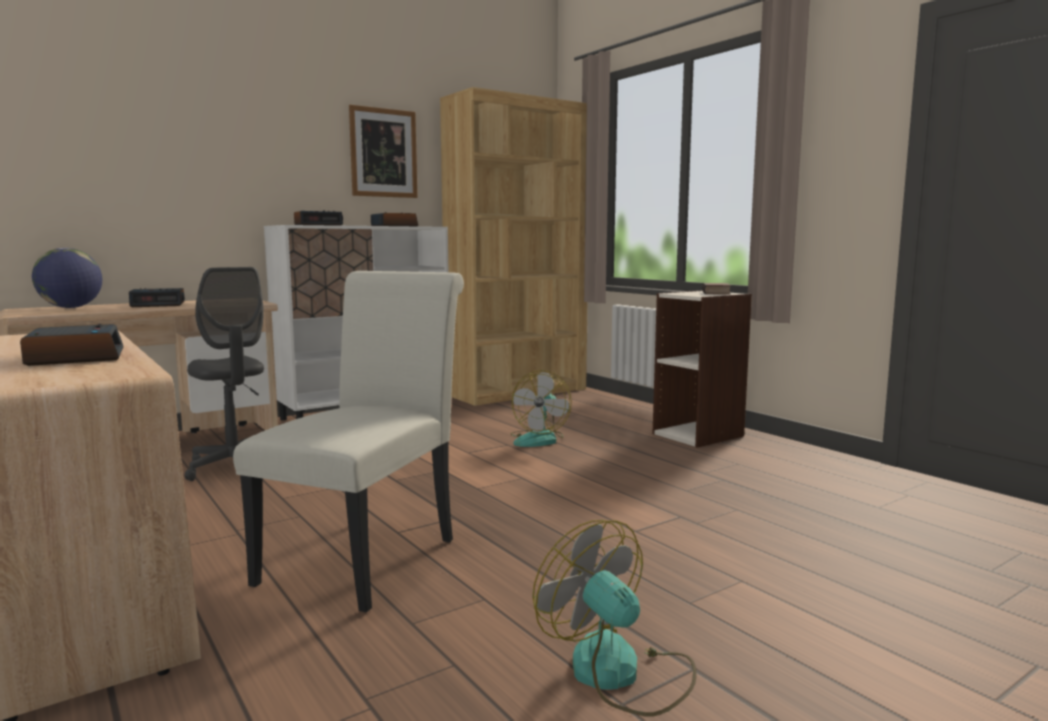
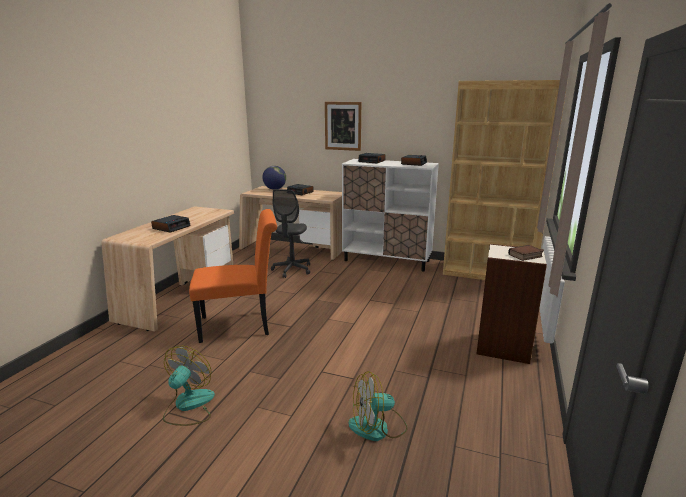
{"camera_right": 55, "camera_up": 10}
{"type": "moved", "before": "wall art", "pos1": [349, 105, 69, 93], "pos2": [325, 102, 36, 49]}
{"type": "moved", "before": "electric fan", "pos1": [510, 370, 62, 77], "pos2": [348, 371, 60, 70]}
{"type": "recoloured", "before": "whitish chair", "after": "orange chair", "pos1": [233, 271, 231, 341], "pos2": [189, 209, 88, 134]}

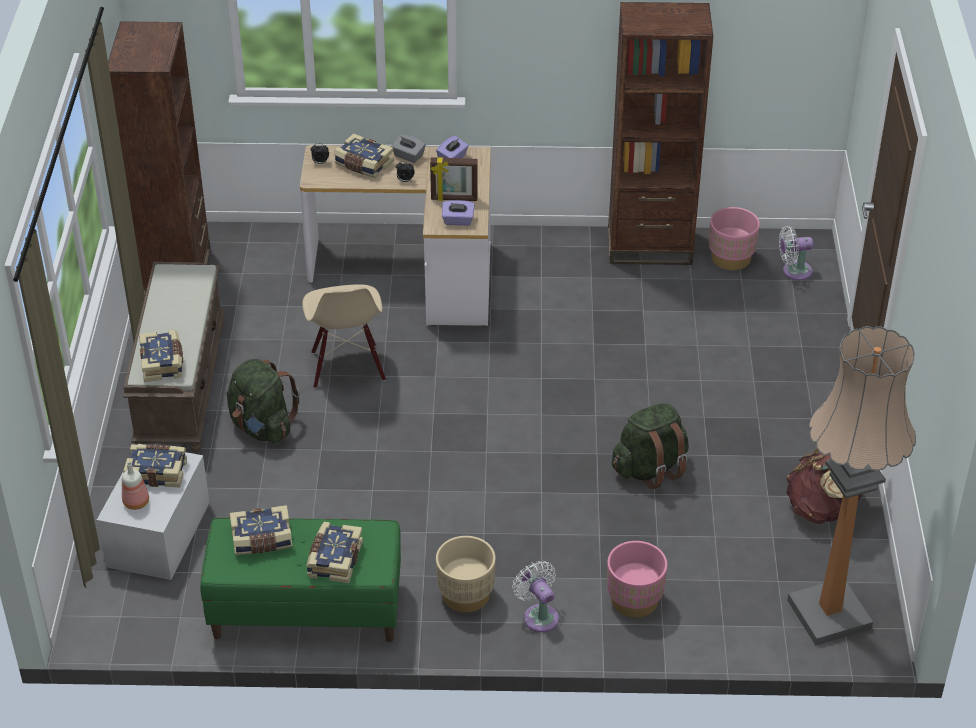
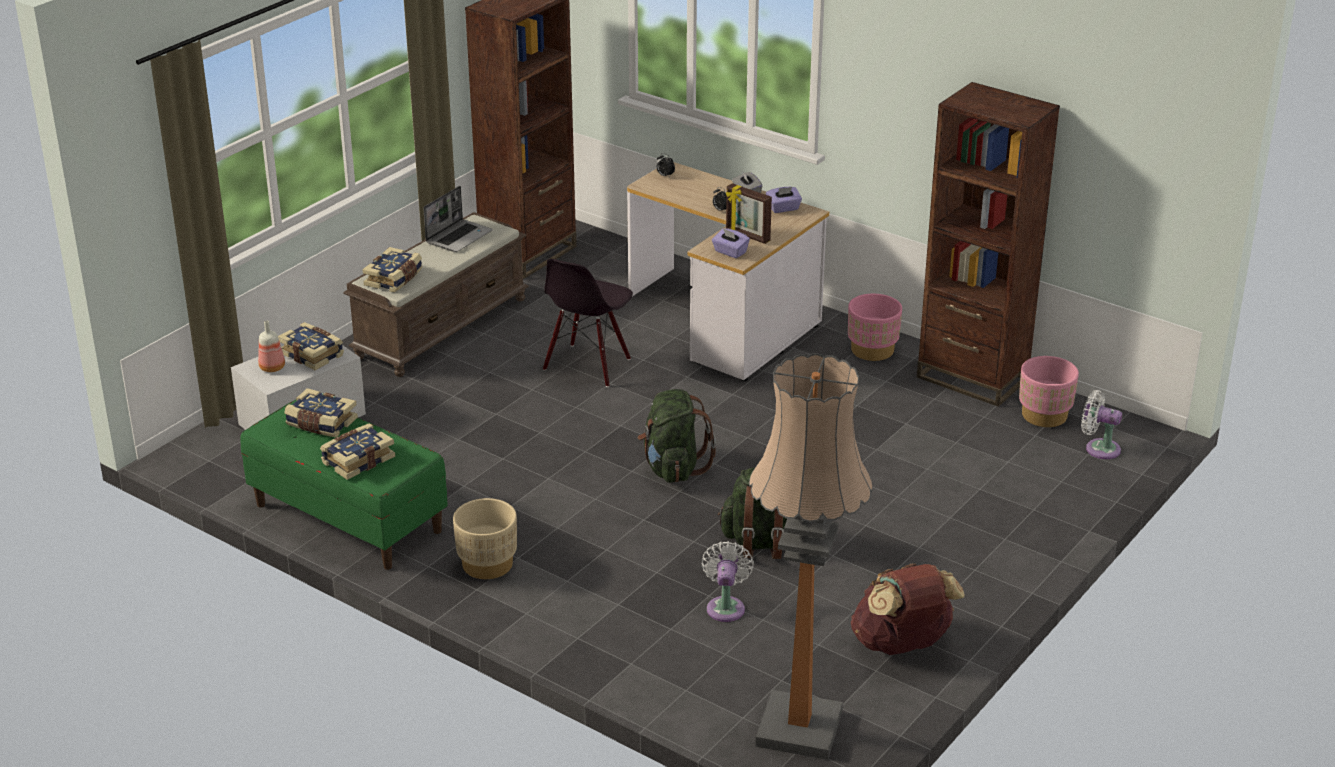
{"camera_right": 35, "camera_up": -10}
{"type": "removed", "before": "bound book", "pos1": [334, 133, 60, 45]}
{"type": "added", "after": "notebook computer", "pos2": [423, 186, 70, 66]}
{"type": "moved", "before": "green-coloured knapsack", "pos1": [227, 359, 73, 84], "pos2": [638, 389, 78, 94]}
{"type": "moved", "before": "whitish electric fan", "pos1": [512, 561, 47, 71], "pos2": [702, 541, 52, 81]}
{"type": "moved", "before": "pinkish planter", "pos1": [607, 541, 60, 77], "pos2": [848, 294, 54, 67]}
{"type": "recoloured", "before": "sand-coloured chair", "after": "black-coloured chair", "pos1": [302, 284, 84, 104], "pos2": [543, 259, 90, 128]}

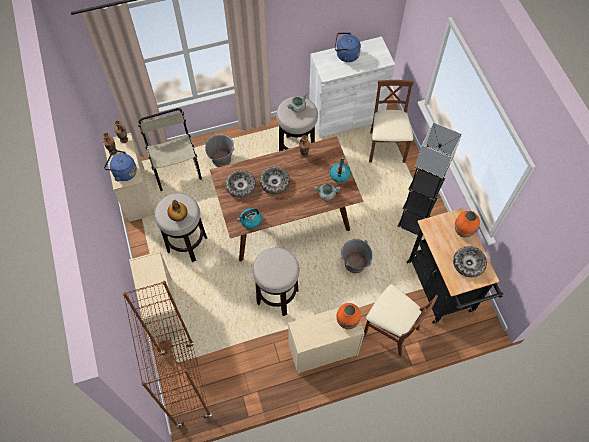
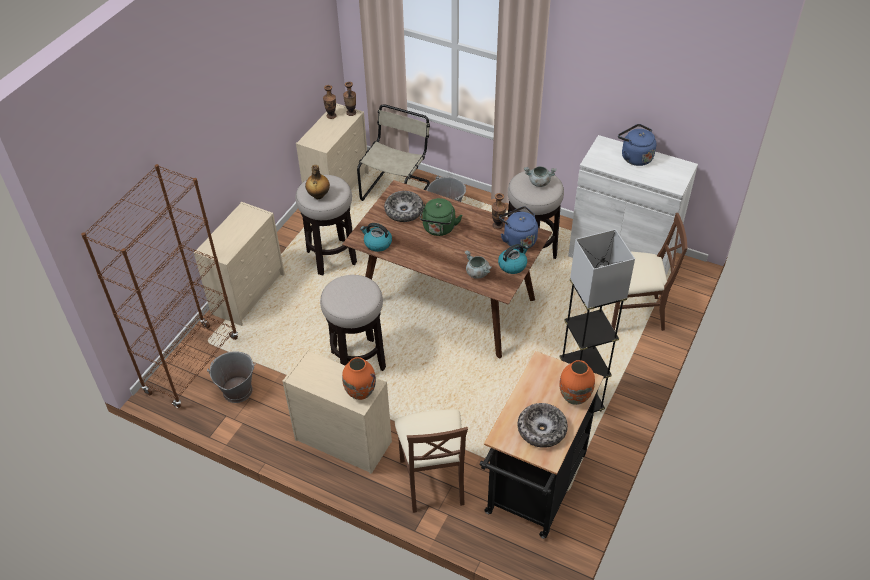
{"camera_right": 45, "camera_up": -15}
{"type": "moved", "before": "blue tea kettle", "pos1": [104, 150, 33, 31], "pos2": [499, 206, 39, 44]}
{"type": "moved", "before": "greyish bucket", "pos1": [341, 239, 31, 34], "pos2": [207, 351, 49, 52]}
{"type": "replaced", "before": "deep dish", "after": "green-coloured tea kettle", "pos1": [259, 167, 31, 27], "pos2": [420, 198, 42, 38]}
{"type": "turned", "before": "brown-coloured chair", "pos1": [369, 80, 44, 83], "pos2": [611, 213, 77, 118], "turn": 45}

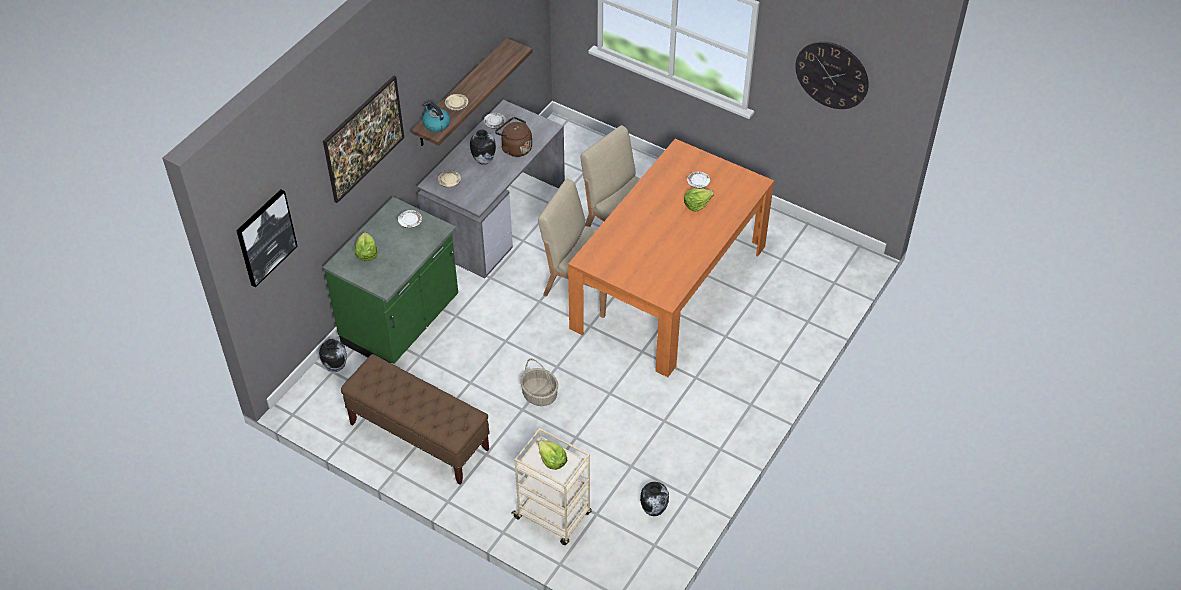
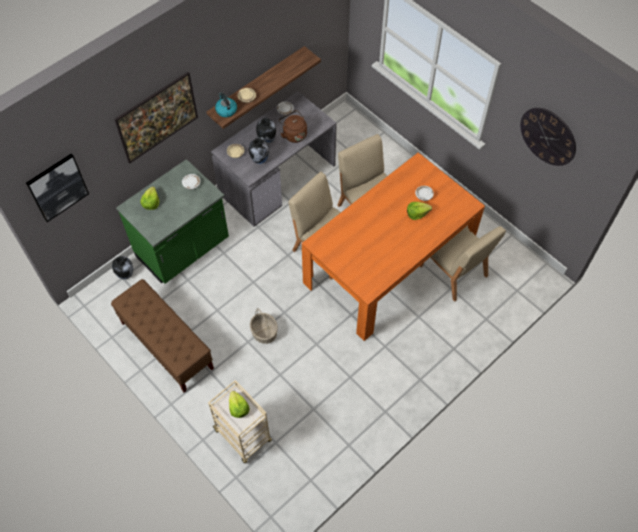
{"camera_right": 15, "camera_up": 10}
{"type": "added", "after": "sand-coloured chair", "pos2": [419, 226, 87, 76]}
{"type": "moved", "before": "decorative vase", "pos1": [640, 482, 29, 34], "pos2": [249, 138, 20, 26]}

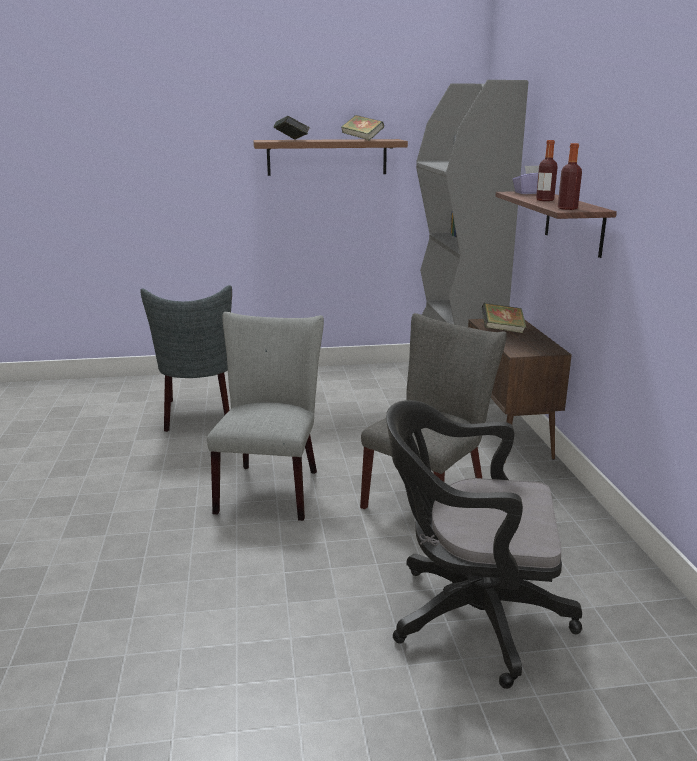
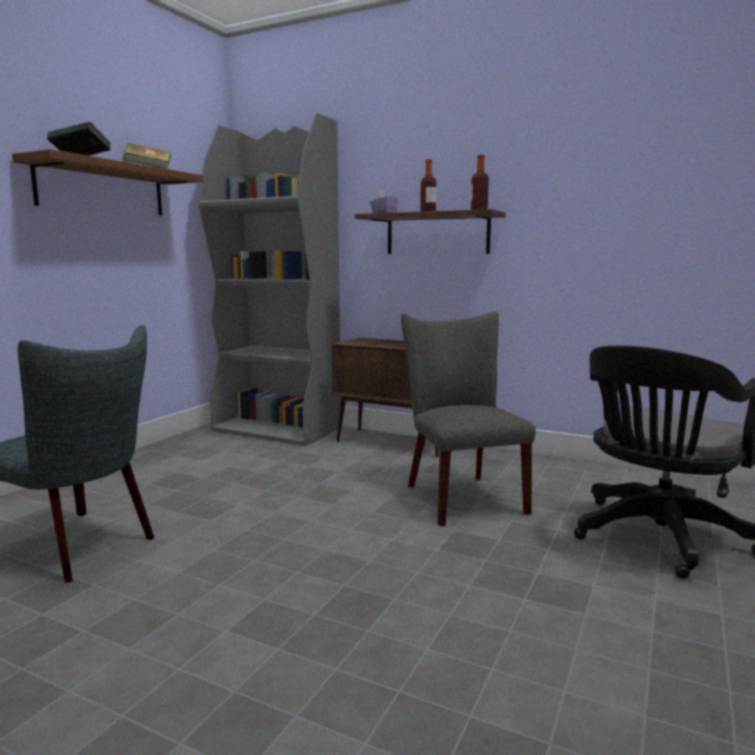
{"camera_right": -55, "camera_up": -10}
{"type": "removed", "before": "greyish chair", "pos1": [207, 312, 117, 209]}
{"type": "removed", "before": "bound book", "pos1": [482, 303, 44, 30]}

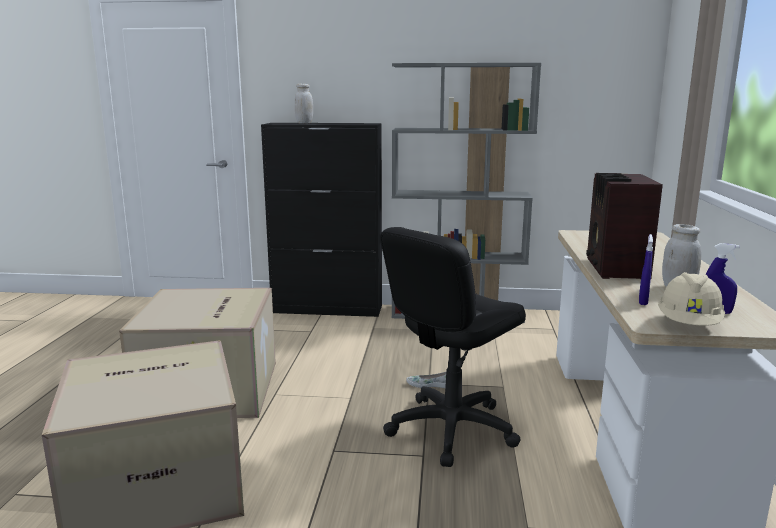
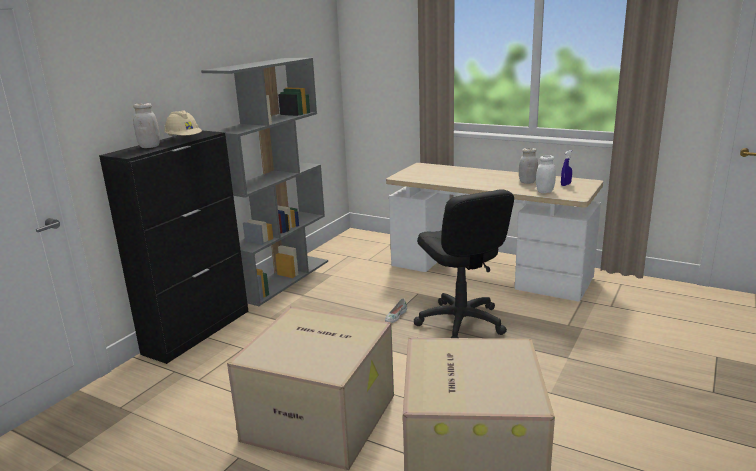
{"camera_right": -65, "camera_up": 5}
{"type": "removed", "before": "radio receiver", "pos1": [586, 173, 77, 106]}
{"type": "moved", "before": "sand-coloured work helmet", "pos1": [658, 272, 67, 54], "pos2": [164, 110, 38, 28]}
{"type": "replaced", "before": "blue spray bottle", "after": "whitish jar", "pos1": [639, 234, 14, 71], "pos2": [536, 155, 20, 38]}

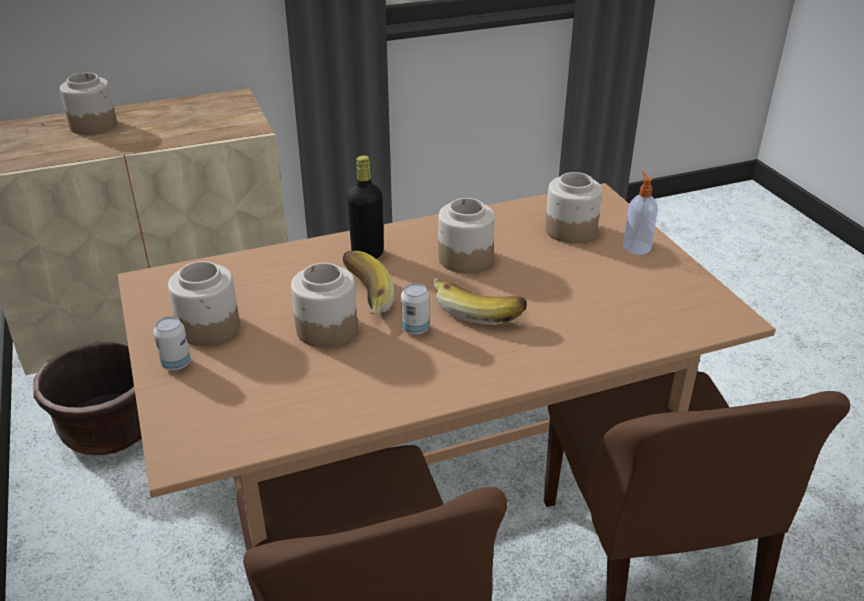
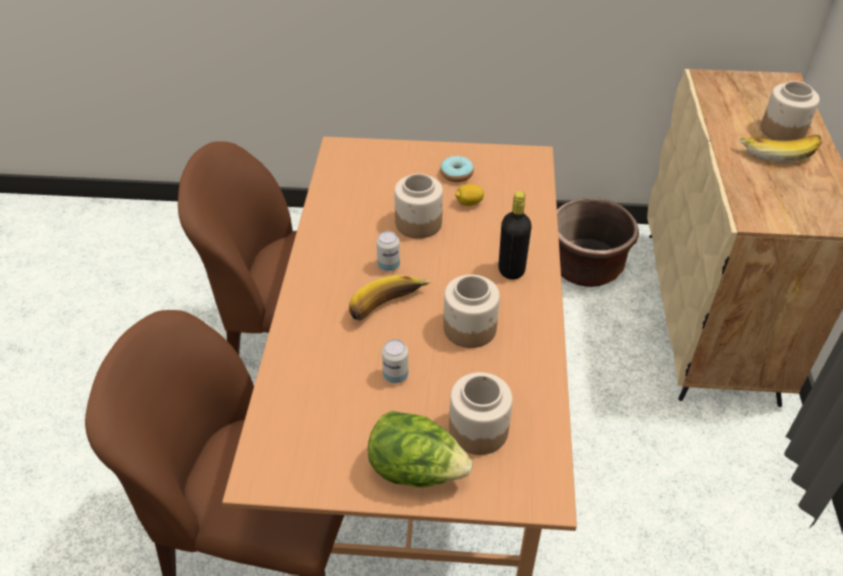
{"camera_right": 115, "camera_up": 10}
{"type": "added", "after": "citrus fruit", "pos2": [455, 184, 29, 22]}
{"type": "moved", "before": "sealed can", "pos1": [153, 316, 38, 55], "pos2": [382, 339, 26, 45]}
{"type": "moved", "before": "banana fruit", "pos1": [343, 251, 51, 63], "pos2": [738, 135, 83, 27]}
{"type": "replaced", "before": "jar", "after": "ring doughnut", "pos1": [168, 261, 72, 85], "pos2": [440, 155, 34, 27]}
{"type": "replaced", "before": "soap bottle", "after": "lettuce", "pos1": [623, 171, 35, 84], "pos2": [368, 411, 104, 76]}

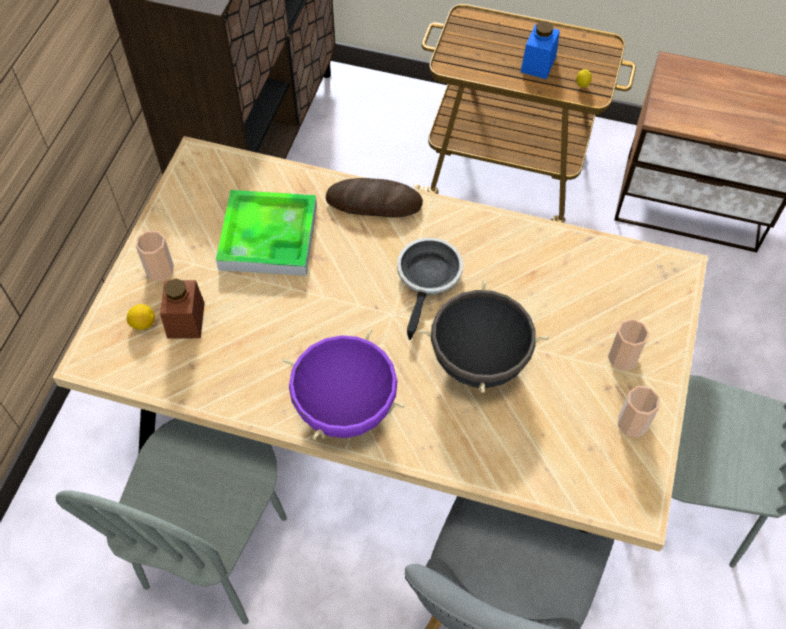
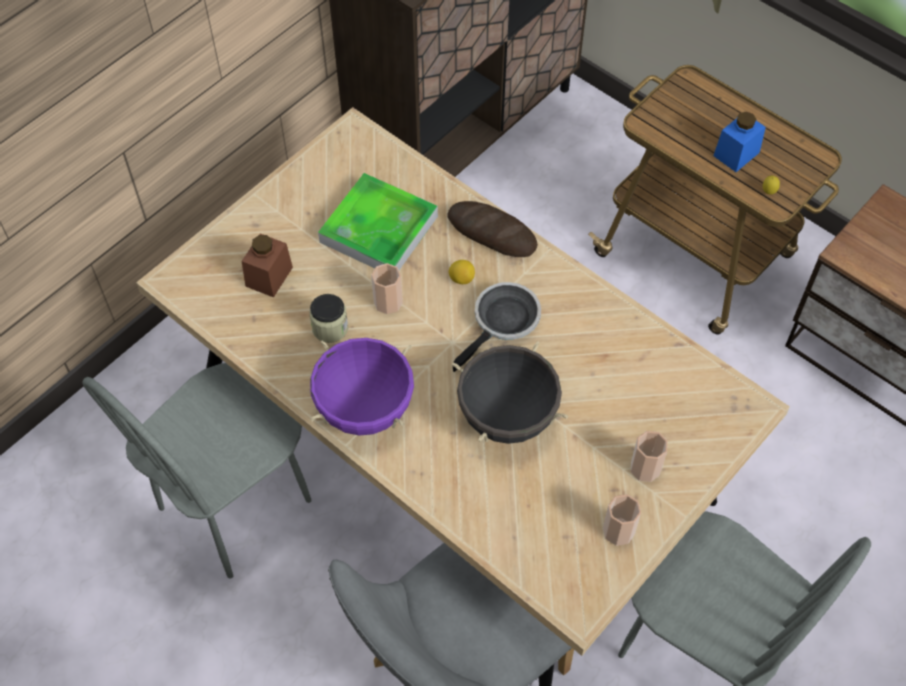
{"camera_right": 25, "camera_up": 0}
{"type": "added", "after": "jar", "pos2": [310, 294, 38, 49]}
{"type": "moved", "before": "citrus fruit", "pos1": [127, 304, 28, 26], "pos2": [448, 260, 27, 24]}
{"type": "moved", "before": "drinking cup", "pos1": [136, 231, 38, 50], "pos2": [371, 263, 32, 51]}

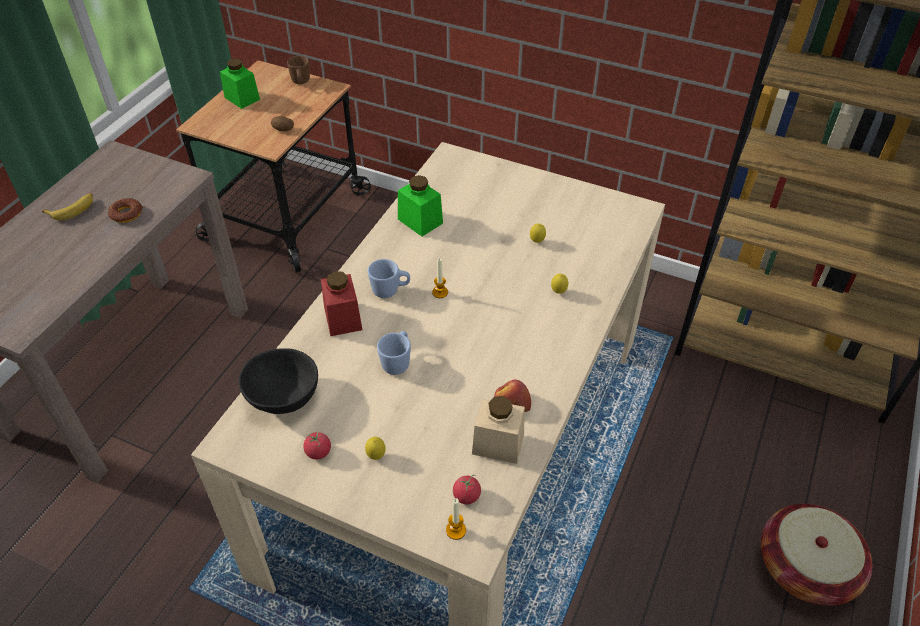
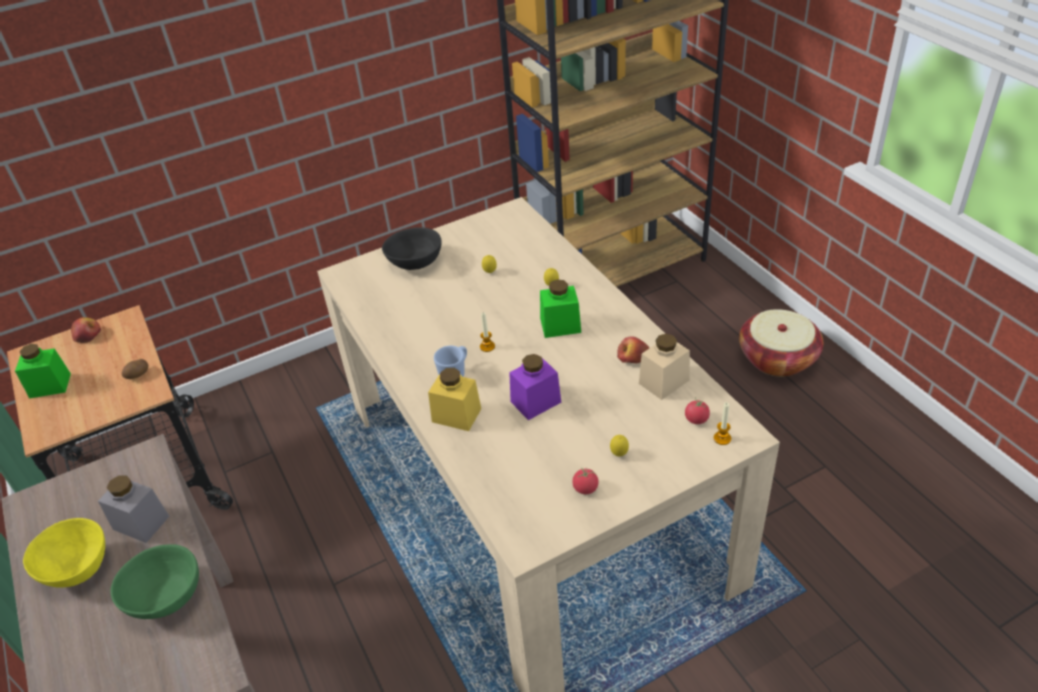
{"camera_right": -50, "camera_up": -5}
{"type": "added", "after": "green-coloured deep dish", "pos2": [110, 544, 89, 75]}
{"type": "moved", "before": "black-coloured deep dish", "pos1": [239, 348, 79, 66], "pos2": [382, 227, 60, 43]}
{"type": "moved", "before": "green-coloured jar", "pos1": [398, 175, 45, 62], "pos2": [540, 279, 41, 59]}
{"type": "replaced", "before": "banana fruit", "after": "yellow deep dish", "pos1": [42, 193, 51, 27], "pos2": [23, 518, 82, 70]}
{"type": "replaced", "before": "ring doughnut", "after": "greyish jar", "pos1": [108, 198, 35, 25], "pos2": [98, 475, 71, 68]}
{"type": "replaced", "before": "brown-coloured coffee mug", "after": "apple fruit", "pos1": [287, 56, 23, 28], "pos2": [71, 317, 30, 26]}
{"type": "replaced", "before": "blue coffee mug", "after": "purple-coloured jar", "pos1": [377, 331, 34, 44], "pos2": [509, 354, 52, 66]}
{"type": "recoloured", "before": "red-coloured jar", "after": "yellow jar", "pos1": [321, 271, 41, 65], "pos2": [428, 368, 53, 63]}

